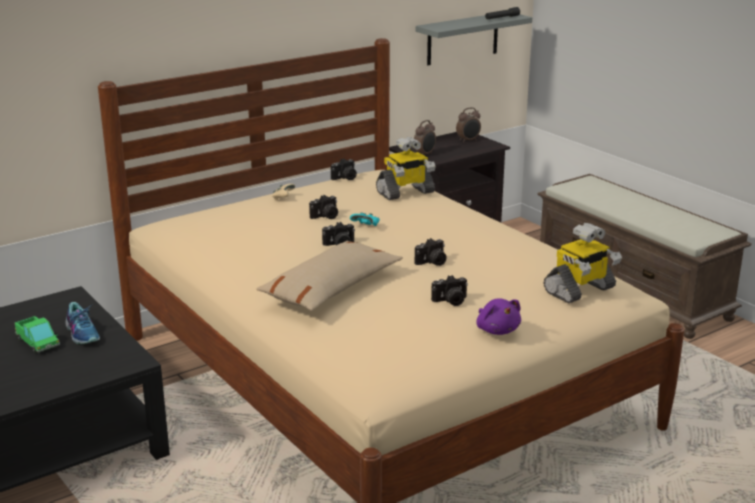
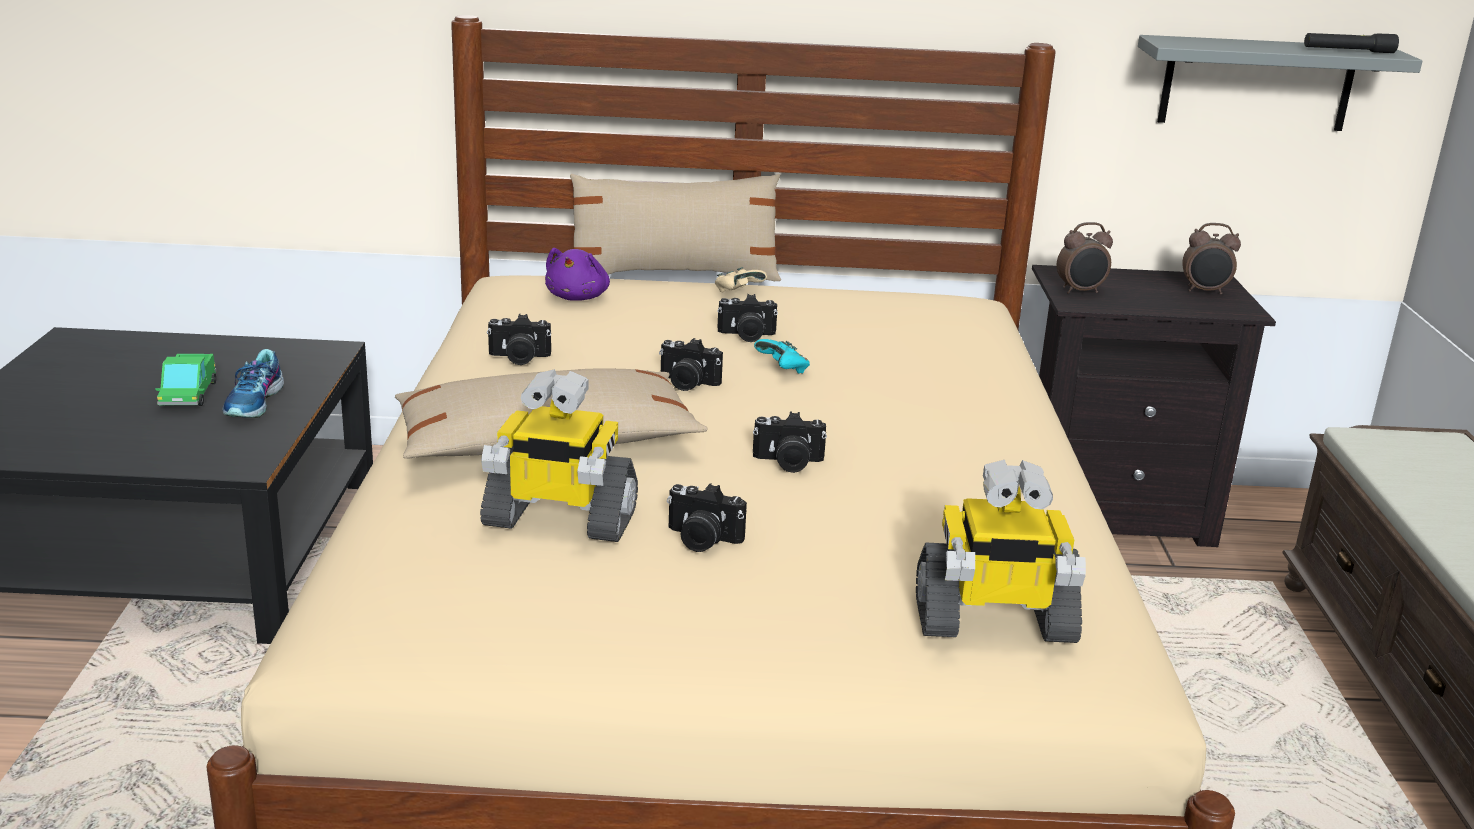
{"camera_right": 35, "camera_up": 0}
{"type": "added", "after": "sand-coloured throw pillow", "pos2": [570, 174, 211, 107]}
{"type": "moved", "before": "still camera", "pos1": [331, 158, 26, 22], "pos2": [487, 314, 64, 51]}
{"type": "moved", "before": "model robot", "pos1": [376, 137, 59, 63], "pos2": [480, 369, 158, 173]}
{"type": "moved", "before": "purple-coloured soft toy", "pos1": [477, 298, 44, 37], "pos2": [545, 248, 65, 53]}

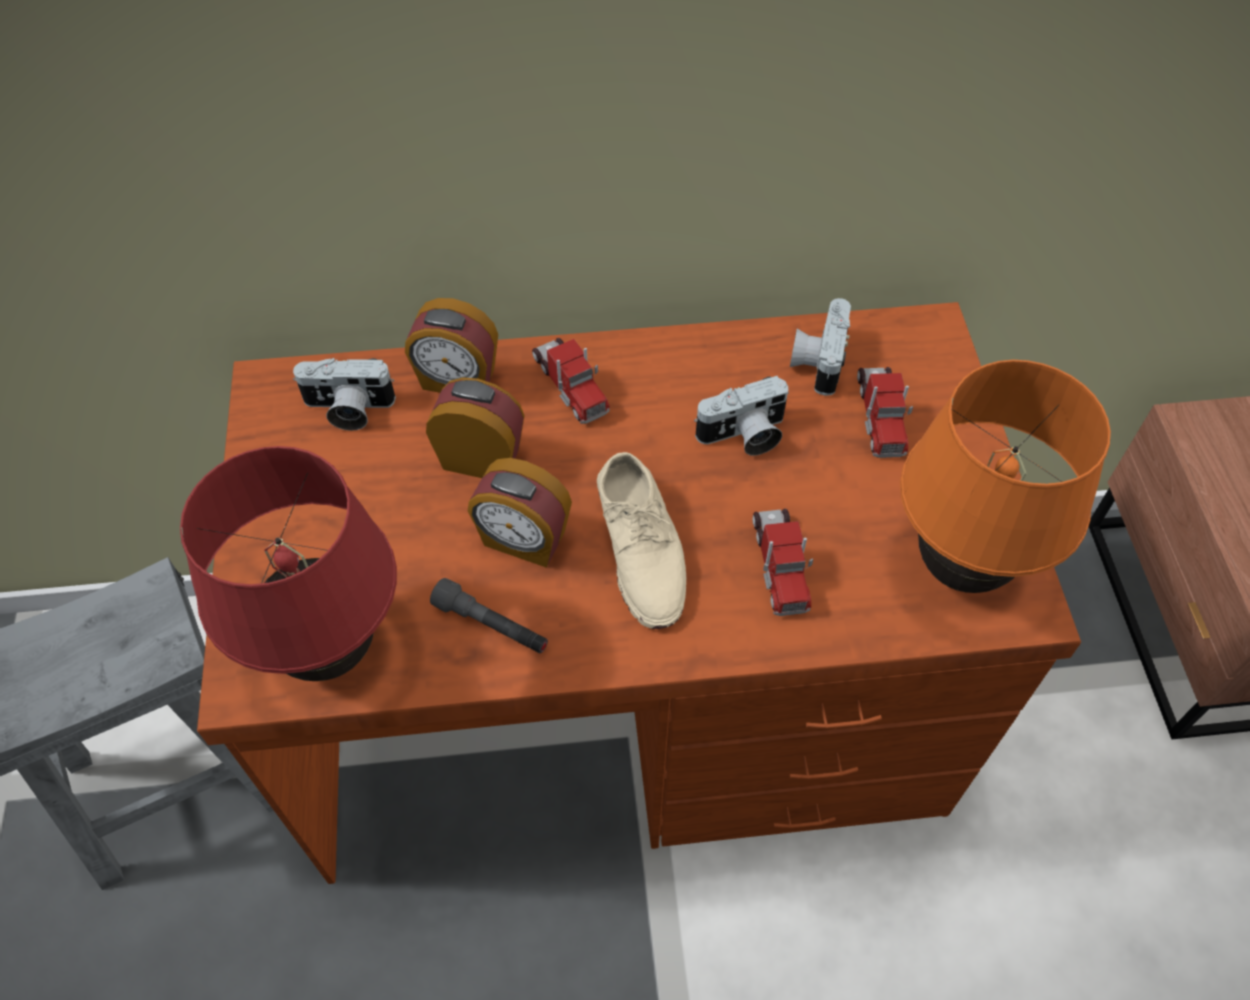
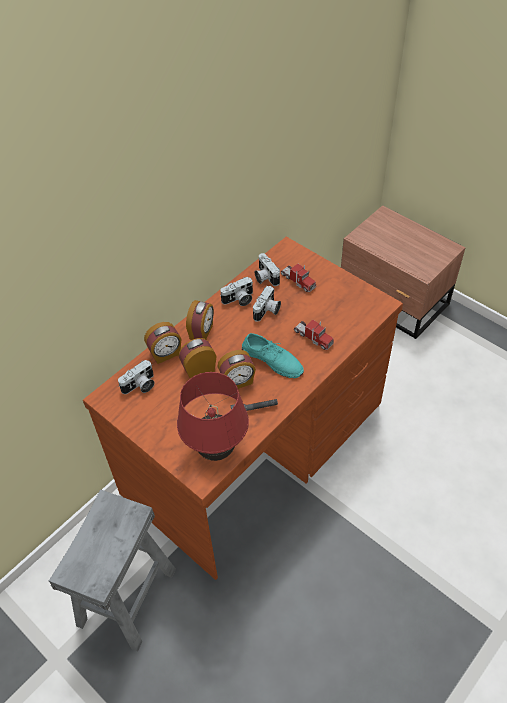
{"camera_right": -40, "camera_up": -5}
{"type": "removed", "before": "orange lamp for a table", "pos1": [900, 360, 211, 233]}
{"type": "added", "after": "still camera", "pos2": [220, 277, 33, 29]}
{"type": "replaced", "before": "toy lorry", "after": "alarm clock", "pos1": [532, 338, 78, 86], "pos2": [186, 300, 28, 40]}
{"type": "recoloured", "before": "sand-coloured low shoe", "after": "blue-green low shoe", "pos1": [597, 452, 89, 177], "pos2": [242, 333, 62, 45]}

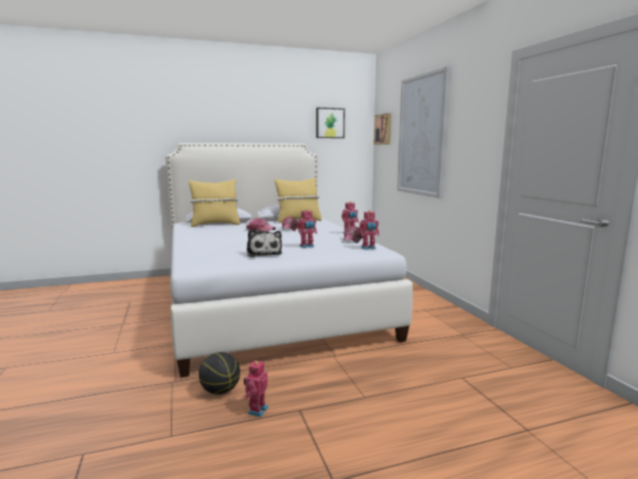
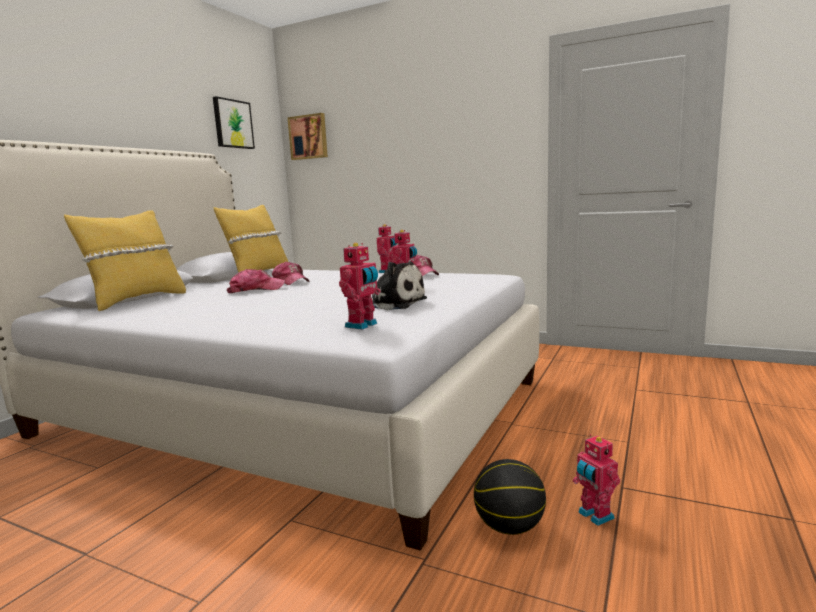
{"camera_right": -45, "camera_up": 0}
{"type": "removed", "before": "wall art", "pos1": [397, 66, 53, 132]}
{"type": "moved", "before": "model robot", "pos1": [359, 210, 20, 40], "pos2": [339, 243, 42, 87]}

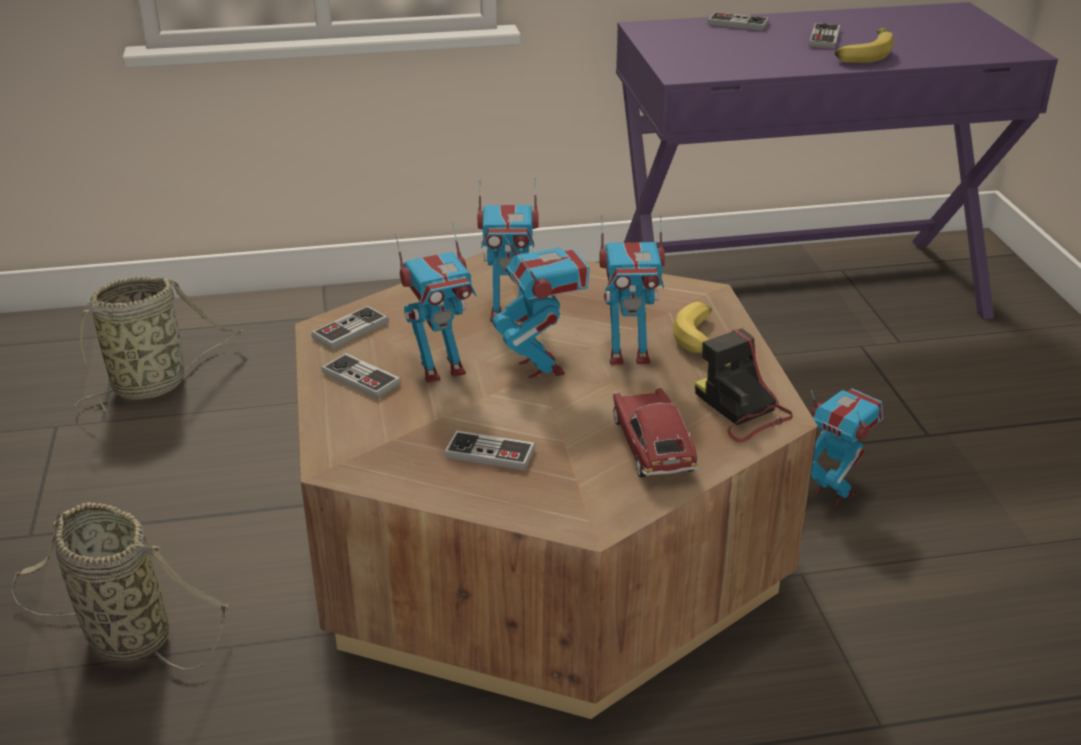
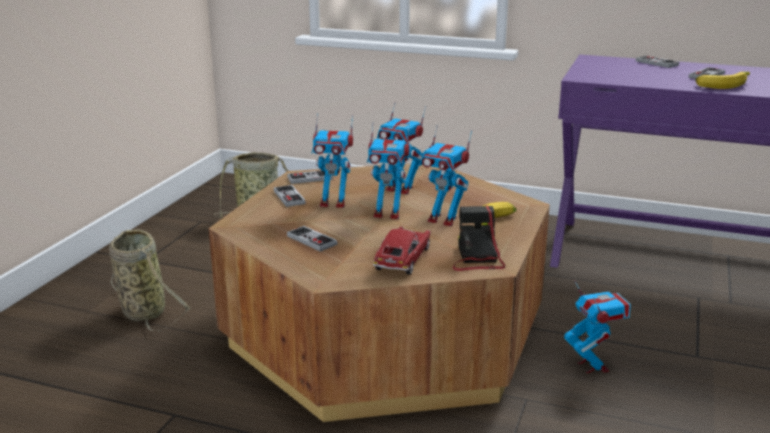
{"camera_right": 30, "camera_up": -10}
{"type": "turned", "before": "model robot", "pos1": [492, 231, 98, 147], "pos2": [367, 121, 43, 98], "turn": 90}

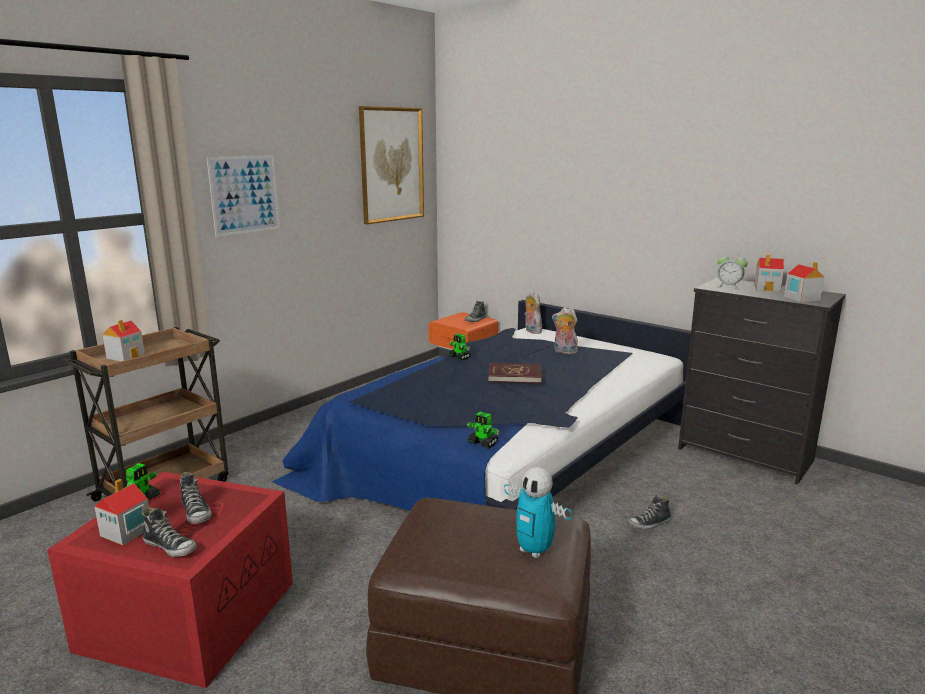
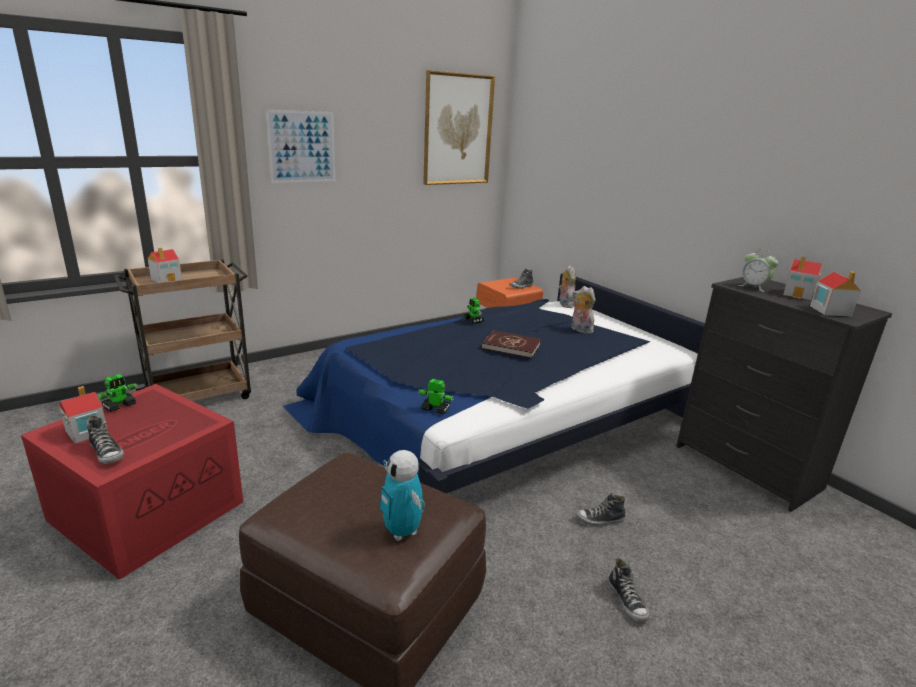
{"camera_right": 15, "camera_up": 5}
{"type": "moved", "before": "low shoe", "pos1": [180, 472, 32, 52], "pos2": [608, 558, 41, 64]}
{"type": "turned", "before": "model robot", "pos1": [467, 412, 34, 36], "pos2": [418, 379, 36, 35], "turn": 150}

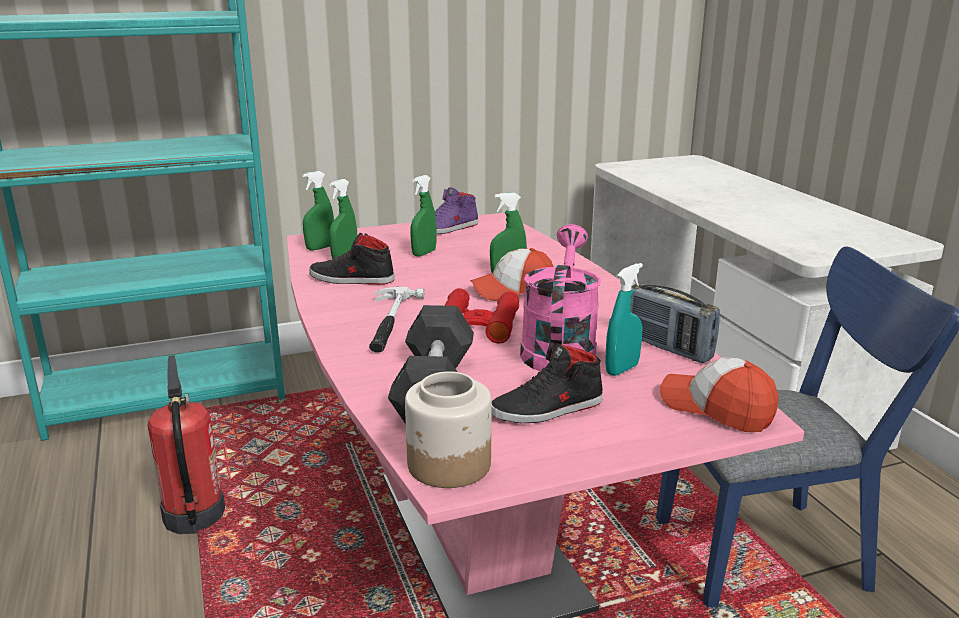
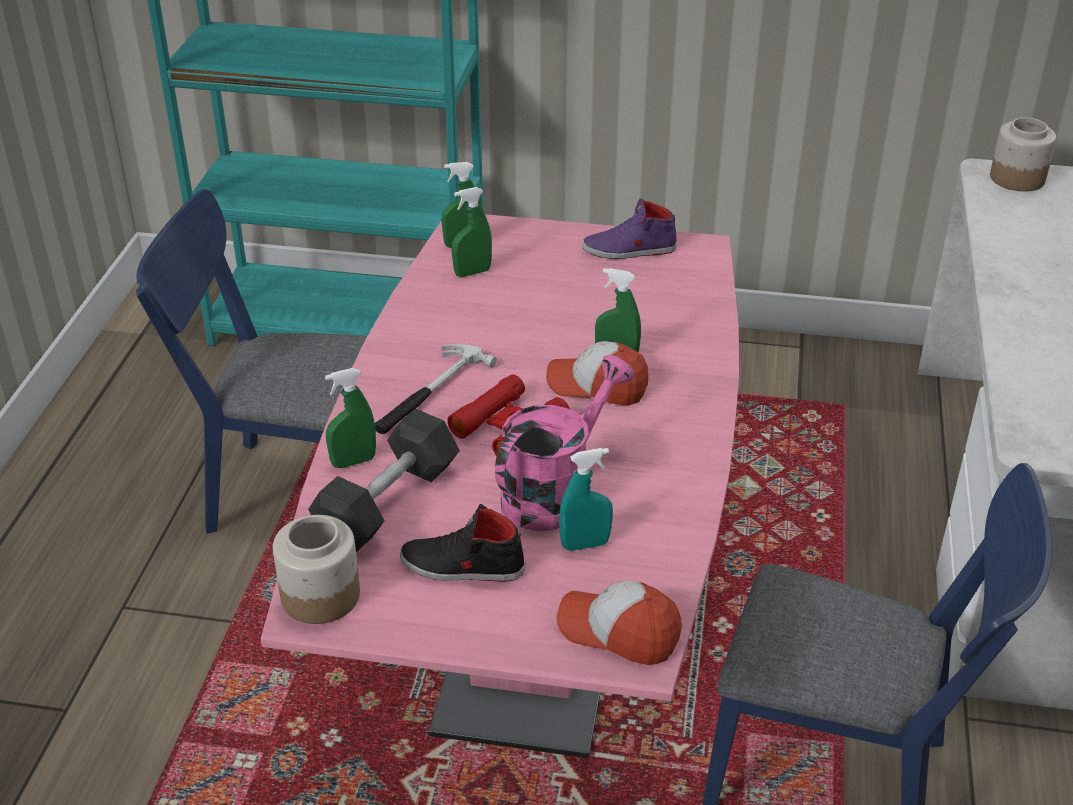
{"camera_right": 30, "camera_up": 15}
{"type": "removed", "before": "black-coloured low shoe", "pos1": [309, 233, 86, 52]}
{"type": "removed", "before": "radio receiver", "pos1": [630, 283, 90, 80]}
{"type": "added", "after": "jar", "pos2": [990, 117, 66, 75]}
{"type": "moved", "before": "green-coloured spray bottle", "pos1": [411, 175, 25, 82], "pos2": [325, 368, 51, 100]}
{"type": "replaced", "before": "fire extinguisher", "after": "blue chair", "pos1": [148, 355, 77, 179], "pos2": [136, 189, 231, 345]}
{"type": "turned", "before": "baseball cap", "pos1": [660, 357, 118, 75], "pos2": [557, 581, 125, 84], "turn": -45}

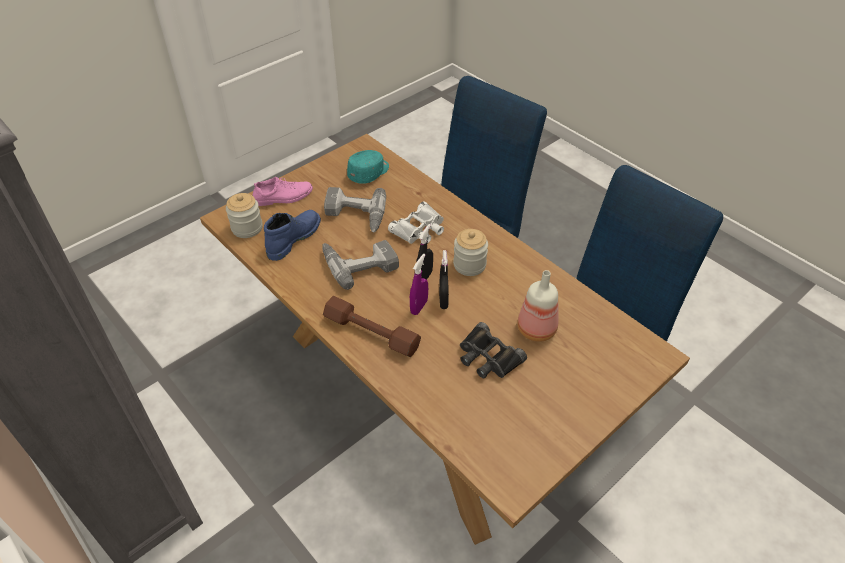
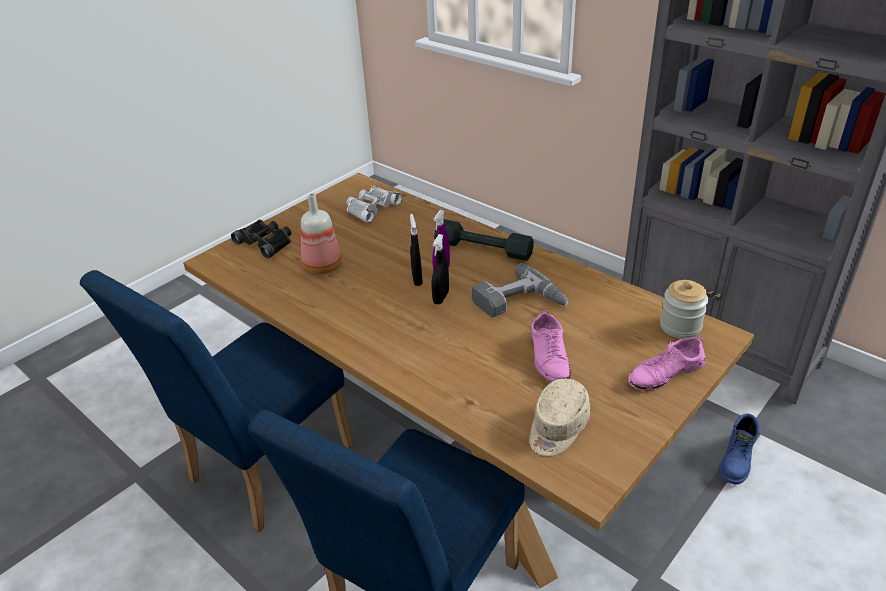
{"camera_right": 175, "camera_up": -10}
{"type": "removed", "before": "jar", "pos1": [453, 229, 35, 47]}
{"type": "moved", "before": "blue high-top boot", "pos1": [264, 210, 57, 51], "pos2": [719, 414, 41, 71]}
{"type": "moved", "before": "whitish pair of binoculars", "pos1": [388, 202, 56, 42], "pos2": [347, 186, 55, 37]}
{"type": "moved", "before": "black-coloured pair of binoculars", "pos1": [460, 322, 67, 57], "pos2": [231, 219, 60, 39]}
{"type": "replaced", "before": "drill", "after": "pinkish low shoe", "pos1": [324, 187, 62, 45], "pos2": [531, 310, 40, 72]}
{"type": "recoloured", "before": "brown-coloured dumbbell", "after": "greyish dumbbell", "pos1": [323, 296, 98, 61], "pos2": [434, 219, 100, 42]}
{"type": "recoloured", "before": "blue-green baseball cap", "after": "sand-coloured baseball cap", "pos1": [347, 150, 42, 34], "pos2": [529, 379, 61, 77]}

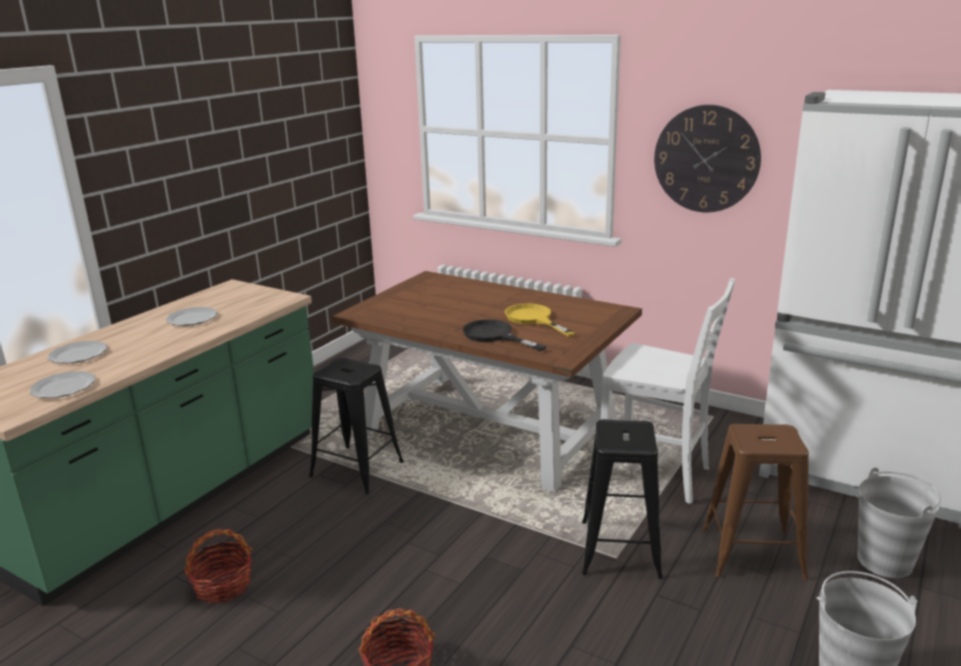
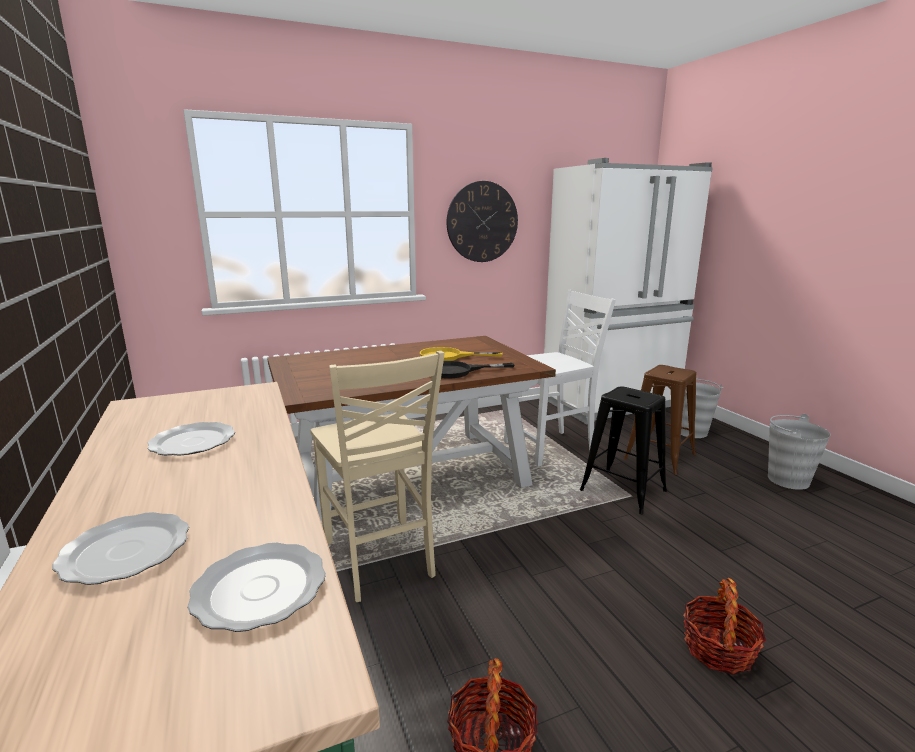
{"camera_right": -55, "camera_up": -5}
{"type": "replaced", "before": "black-coloured stool seat", "after": "sand-coloured chair", "pos1": [309, 358, 95, 136], "pos2": [310, 351, 135, 251]}

